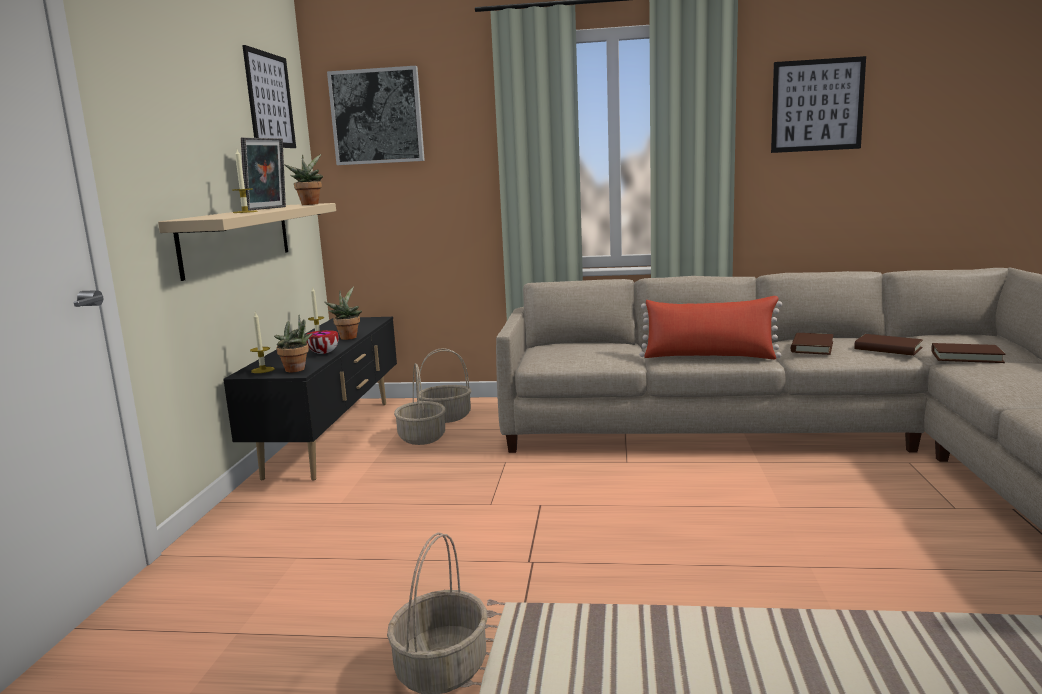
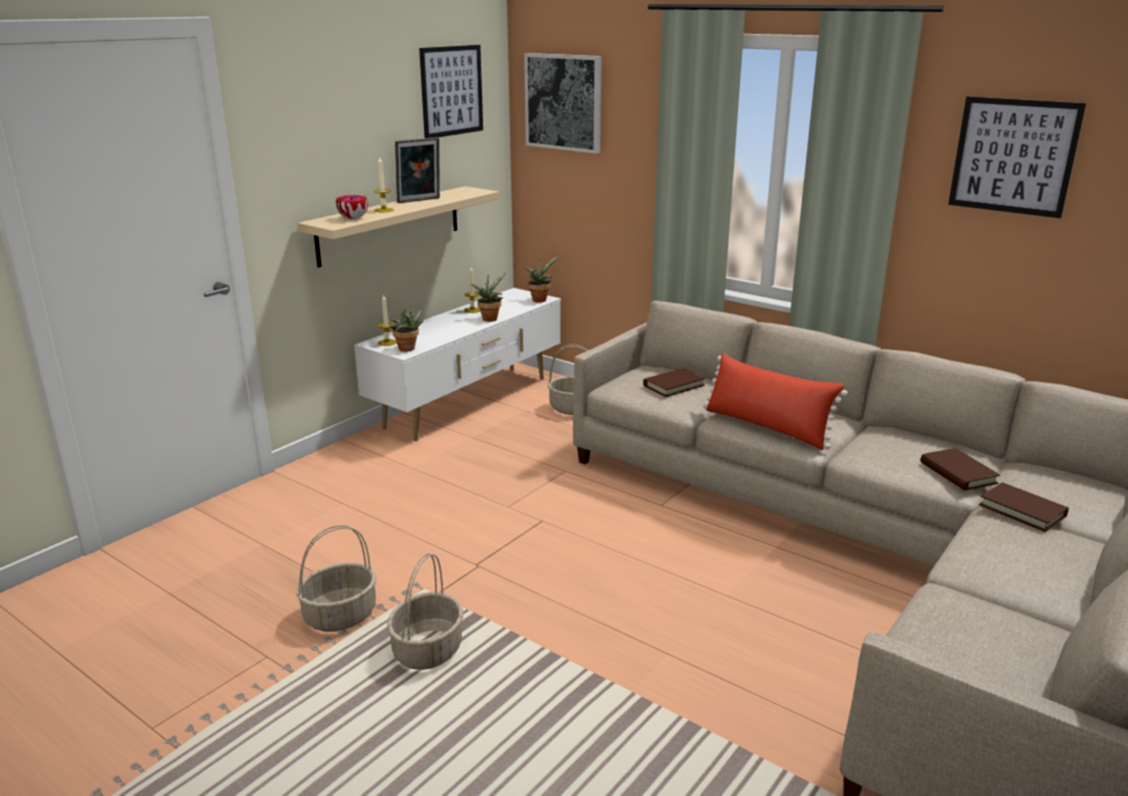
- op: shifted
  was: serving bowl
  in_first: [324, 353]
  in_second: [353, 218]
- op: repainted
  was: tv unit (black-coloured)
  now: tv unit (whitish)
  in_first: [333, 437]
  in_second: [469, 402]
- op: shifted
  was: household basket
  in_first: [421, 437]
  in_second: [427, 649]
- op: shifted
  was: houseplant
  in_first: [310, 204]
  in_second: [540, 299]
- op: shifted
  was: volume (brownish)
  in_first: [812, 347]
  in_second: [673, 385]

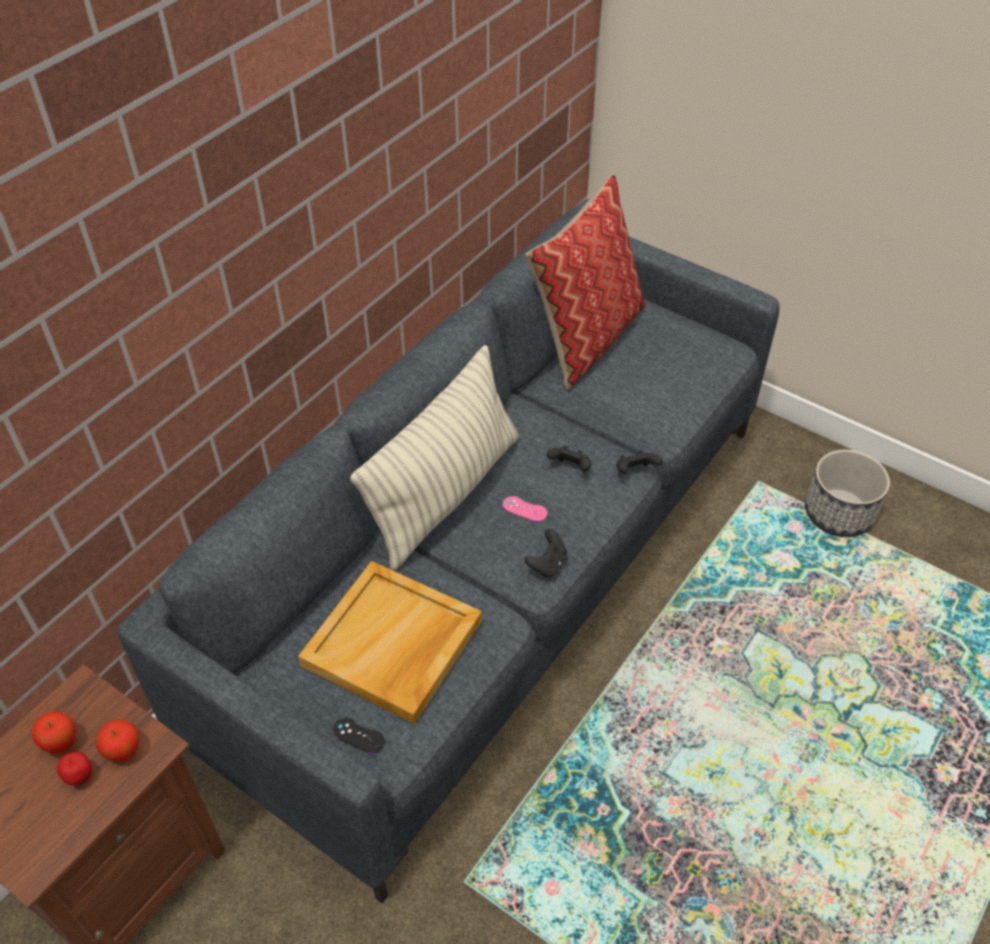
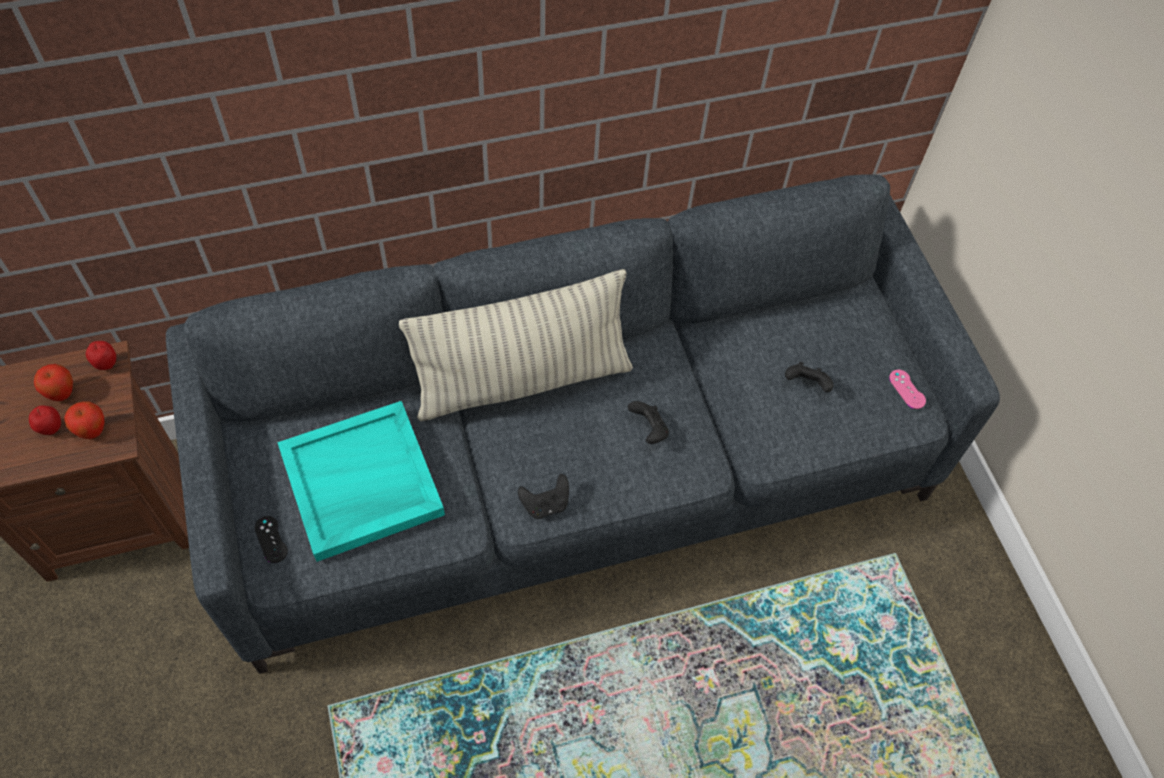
- op: new
  now: apple
  in_second: [106, 364]
- op: repainted
  was: tray (beige)
  now: tray (turquoise)
  in_first: [393, 645]
  in_second: [360, 484]
- op: shifted
  was: gamepad (black-coloured)
  in_first: [635, 472]
  in_second: [806, 384]
- op: shifted
  was: gamepad (pink-coloured)
  in_first: [524, 509]
  in_second: [907, 389]
- op: gone
  was: pillow
  in_first: [586, 337]
- op: gone
  was: flower pot
  in_first: [839, 513]

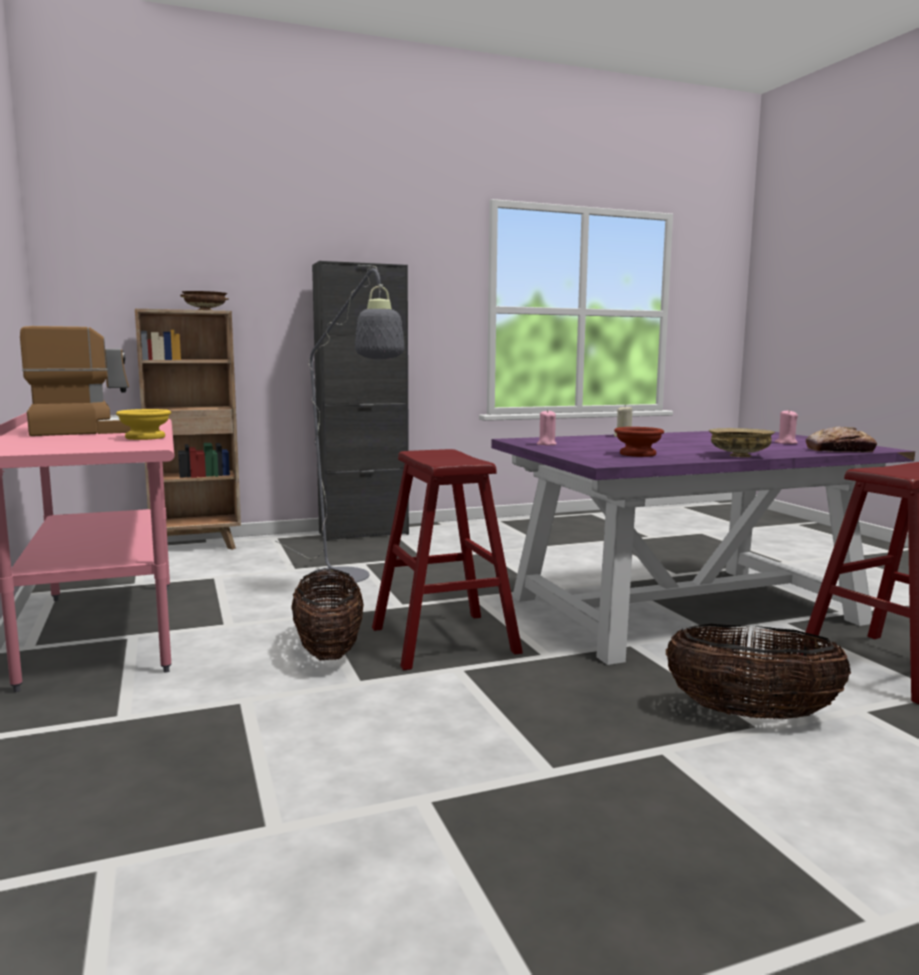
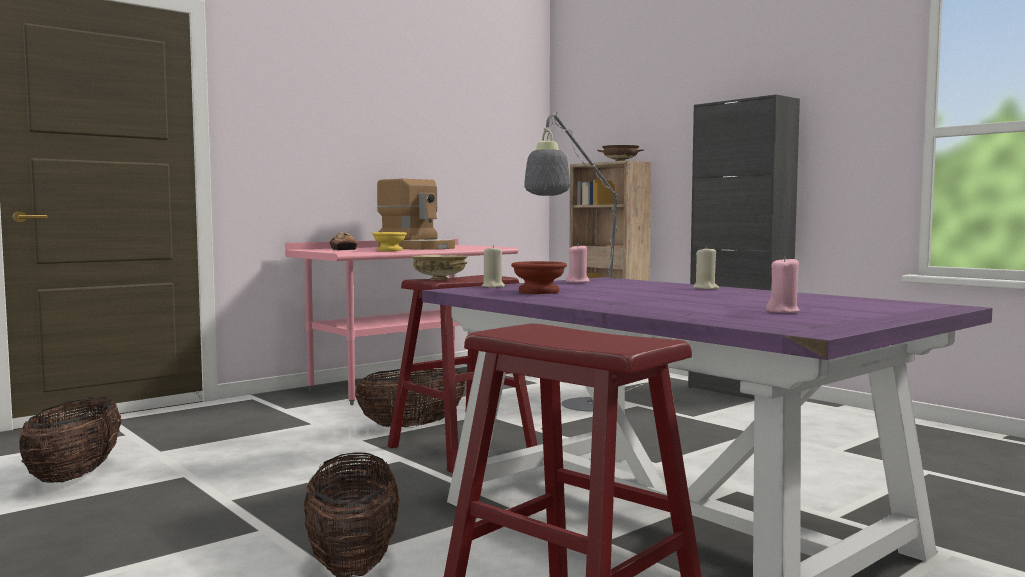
- op: new
  now: household basket
  in_second: [75, 476]
- op: shifted
  was: bread
  in_first: [839, 450]
  in_second: [343, 249]
- op: shifted
  was: serving bowl (beige)
  in_first: [739, 456]
  in_second: [439, 279]
- op: new
  now: candle (beige)
  in_second: [493, 286]

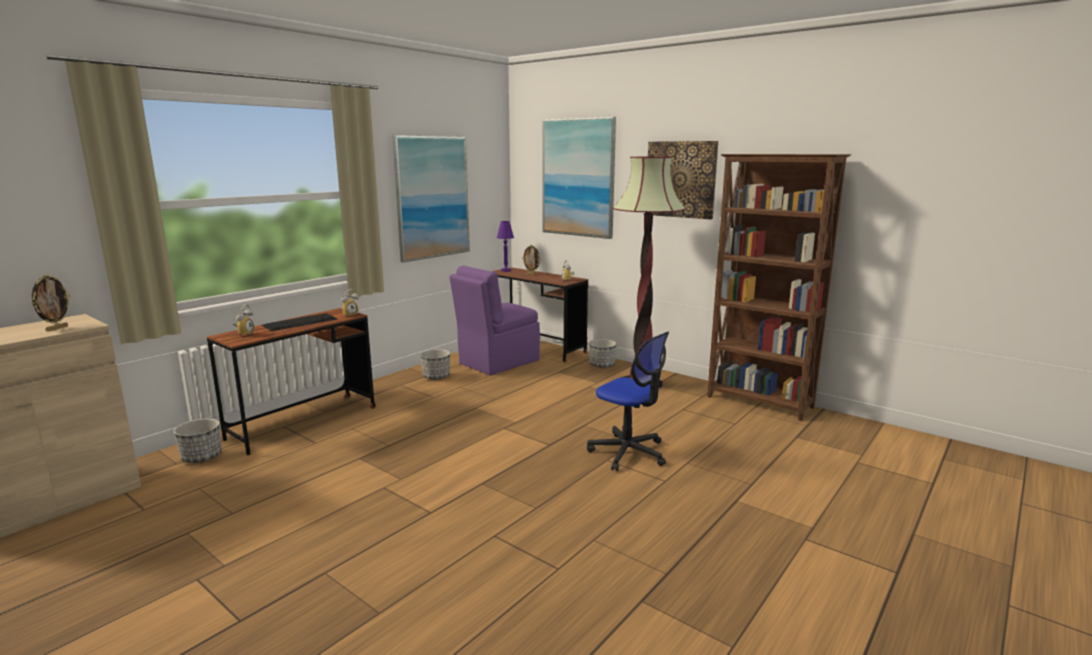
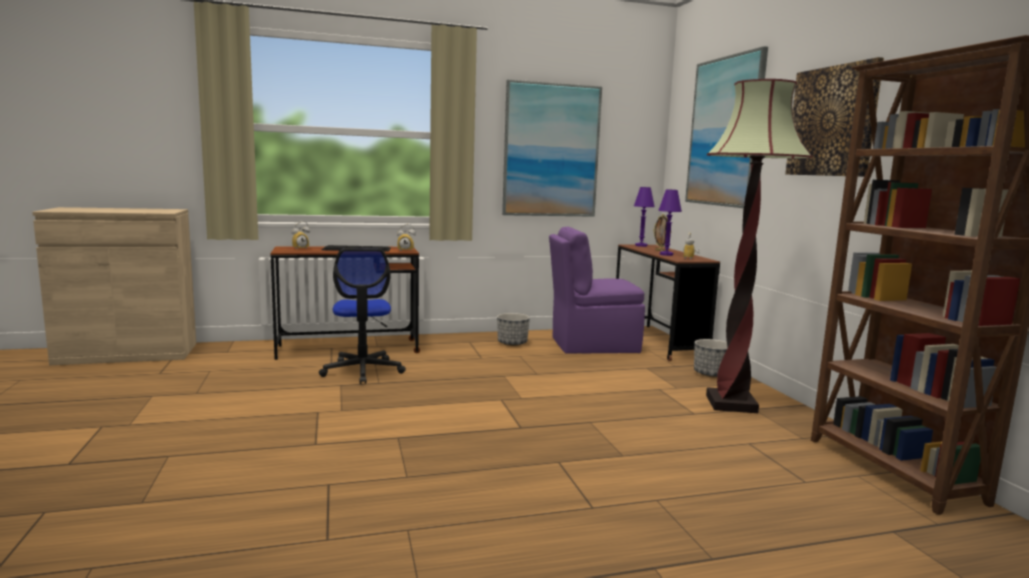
- op: shifted
  was: office chair
  in_first: [628, 452]
  in_second: [362, 371]
- op: new
  now: table lamp (purplish)
  in_second: [666, 254]
- op: gone
  was: photo frame
  in_first: [56, 328]
- op: gone
  was: flower pot
  in_first: [202, 457]

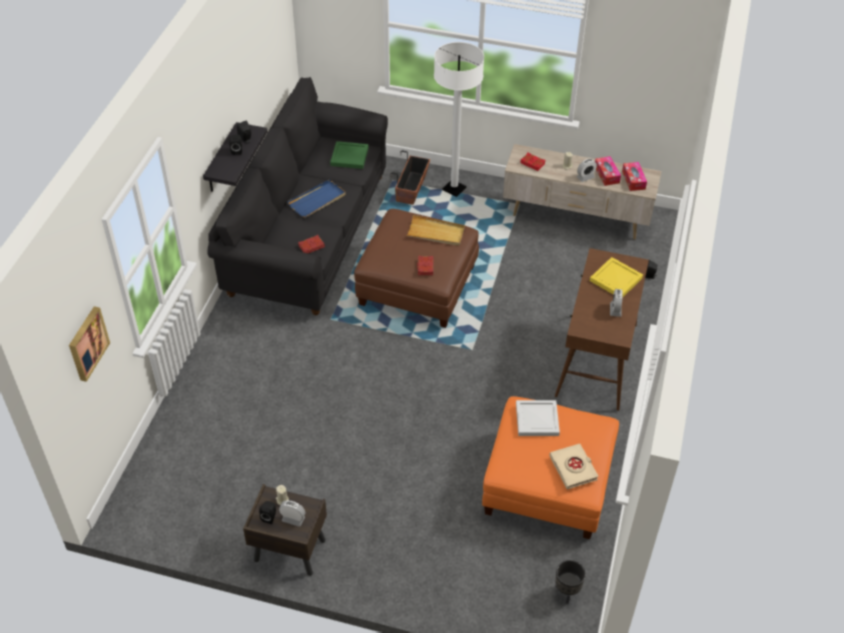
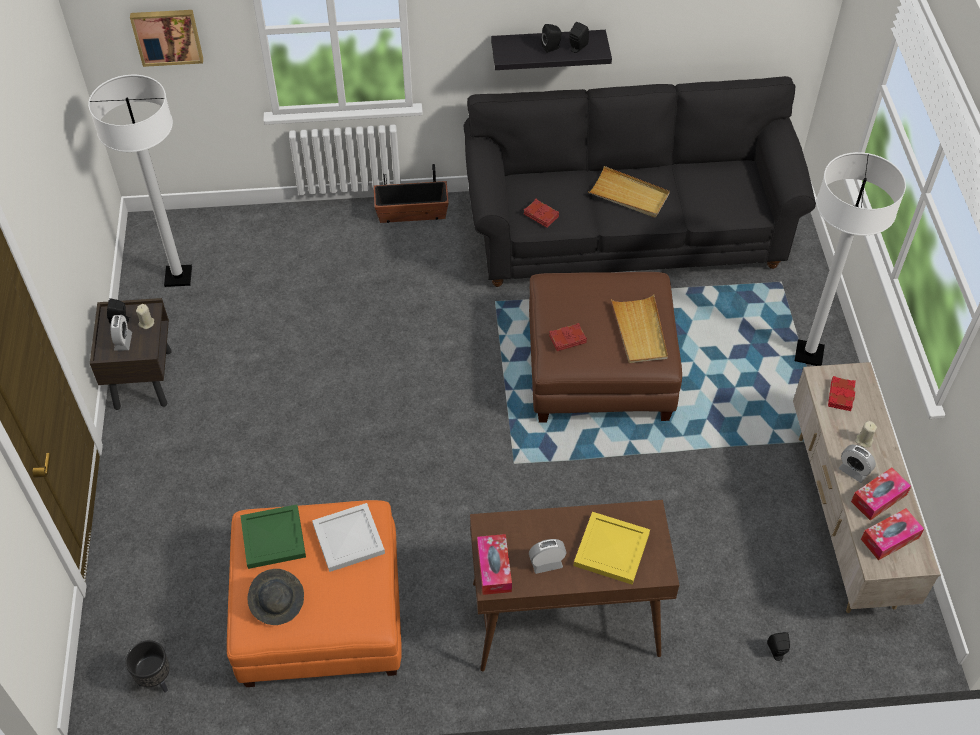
- op: new
  now: standing lamp (whitish)
  in_second: [178, 277]
- op: shifted
  was: tray (green-coloured)
  in_first: [350, 157]
  in_second: [272, 539]
- op: swapped
  was: volume (beige)
  now: wearable hat (grey)
  in_first: [573, 468]
  in_second: [278, 603]
- op: shifted
  was: flower pot
  in_first: [412, 188]
  in_second: [412, 213]
- op: new
  now: box of tissues
  in_second: [494, 568]
- op: repainted
  was: tray (blue-coloured)
  now: tray (beige)
  in_first: [317, 200]
  in_second: [629, 195]

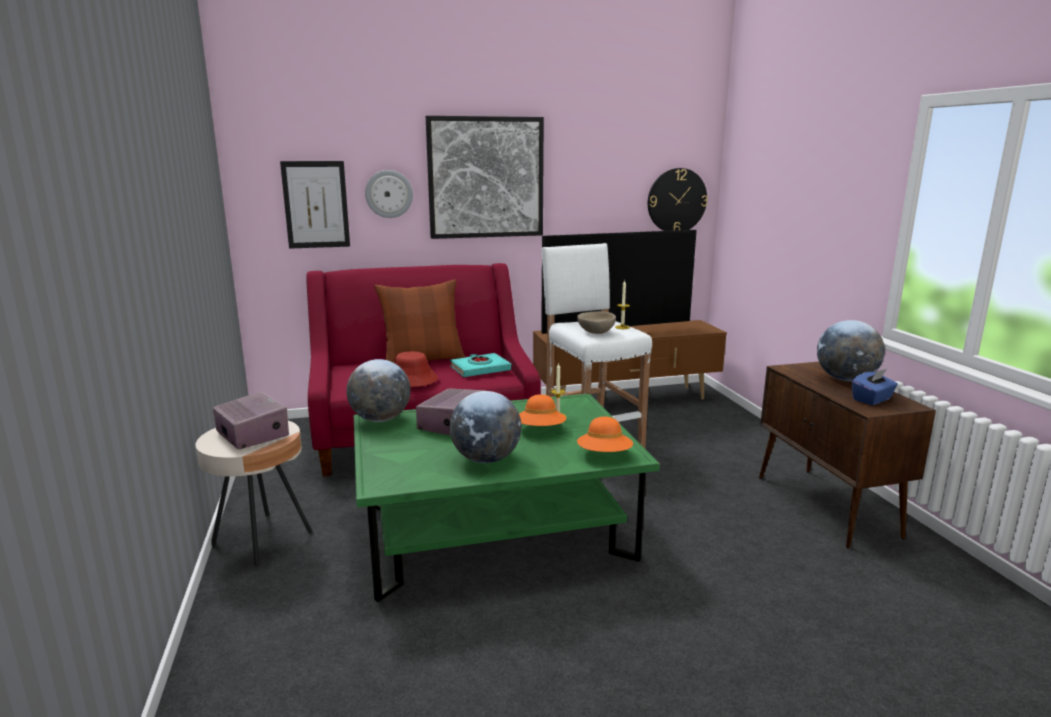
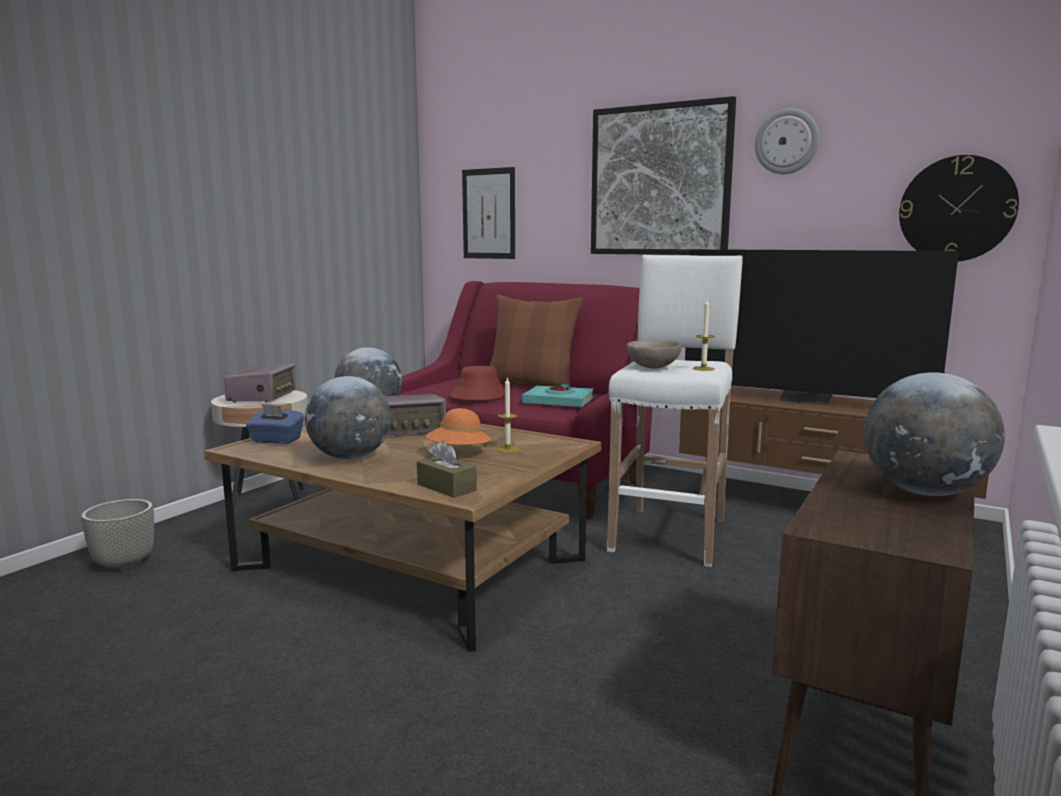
- op: new
  now: flower pot (grey)
  in_second: [123, 564]
- op: repainted
  was: low table (green-coloured)
  now: low table (brownish)
  in_first: [495, 531]
  in_second: [411, 564]
- op: shifted
  was: box of tissues (blue-coloured)
  in_first: [872, 400]
  in_second: [276, 440]
- op: swapped
  was: wearable hat (orangey)
  now: box of tissues (brownish)
  in_first: [604, 455]
  in_second: [446, 487]
- op: shifted
  was: clock on the wall
  in_first: [389, 194]
  in_second: [786, 142]

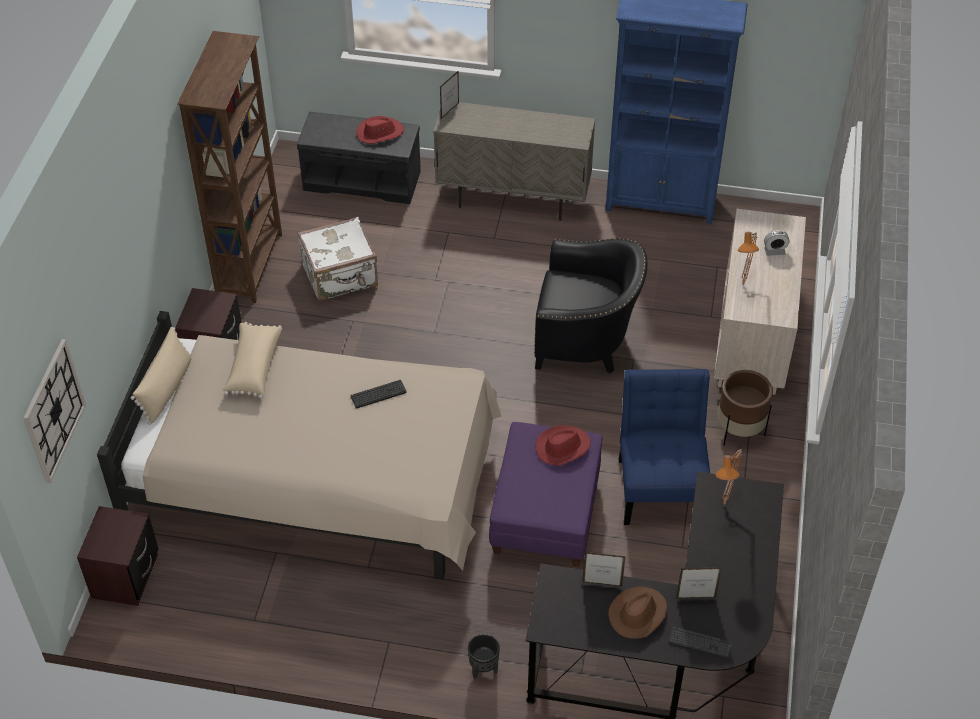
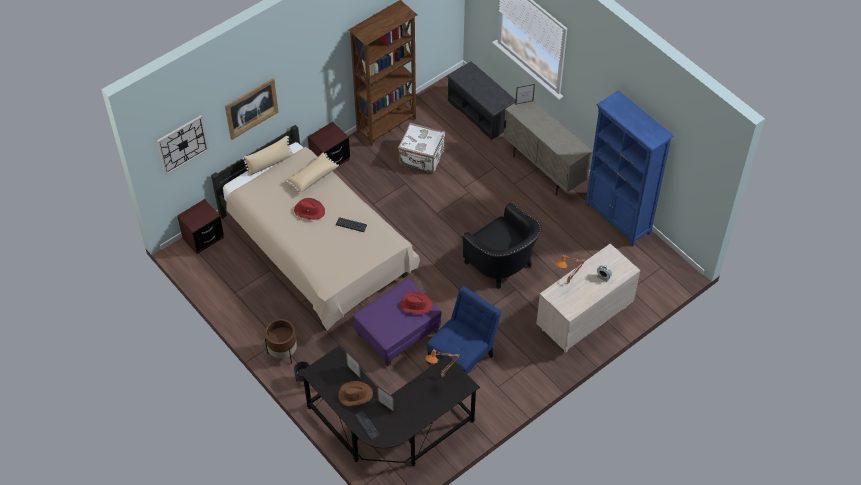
- op: new
  now: wall art
  in_second: [251, 108]
- op: shifted
  was: flower pot (brownish)
  in_first: [739, 430]
  in_second: [283, 352]
- op: shifted
  was: wearable hat (red-coloured)
  in_first: [379, 132]
  in_second: [309, 210]

